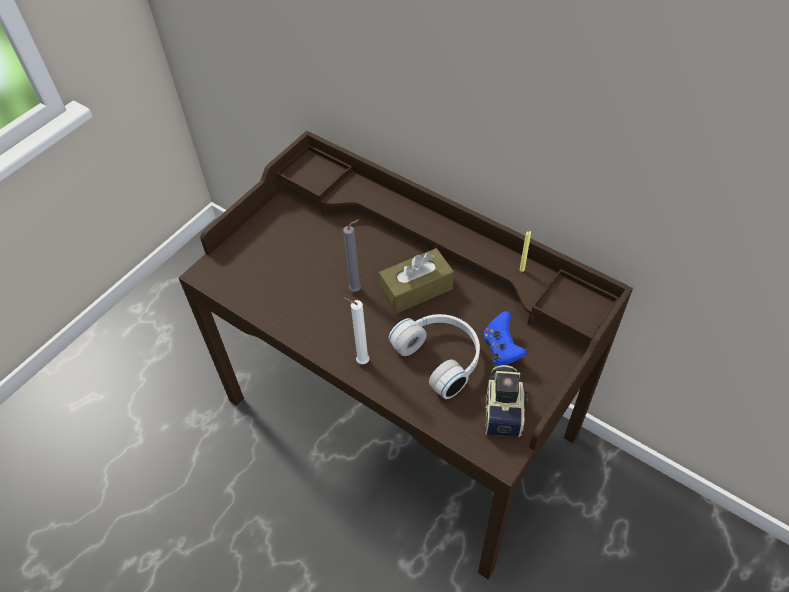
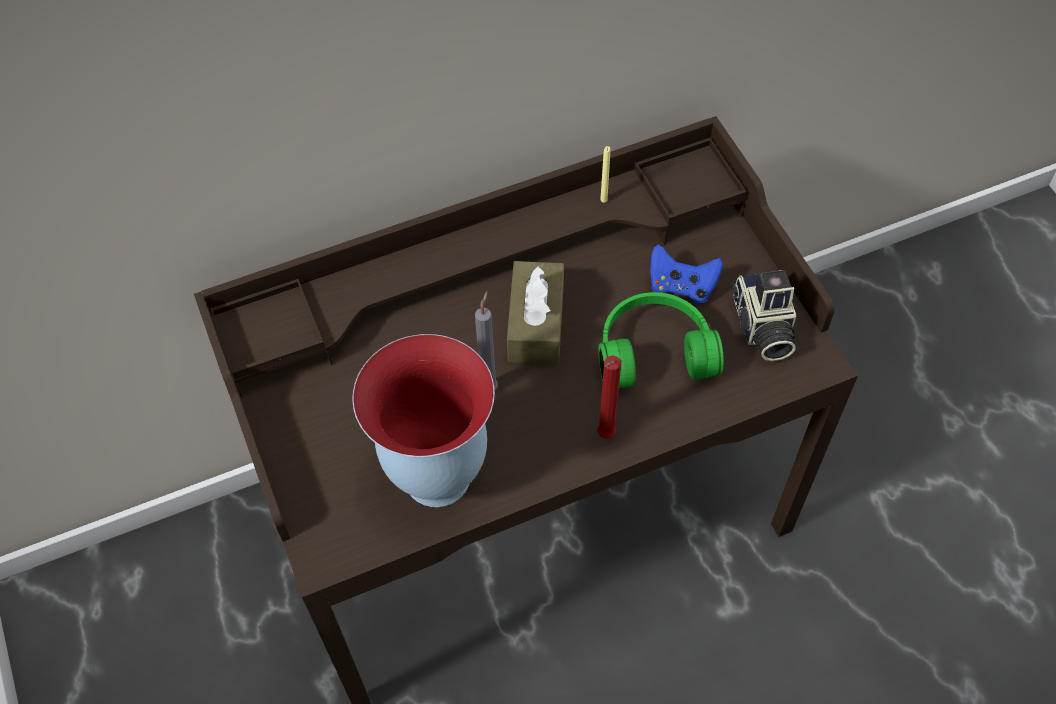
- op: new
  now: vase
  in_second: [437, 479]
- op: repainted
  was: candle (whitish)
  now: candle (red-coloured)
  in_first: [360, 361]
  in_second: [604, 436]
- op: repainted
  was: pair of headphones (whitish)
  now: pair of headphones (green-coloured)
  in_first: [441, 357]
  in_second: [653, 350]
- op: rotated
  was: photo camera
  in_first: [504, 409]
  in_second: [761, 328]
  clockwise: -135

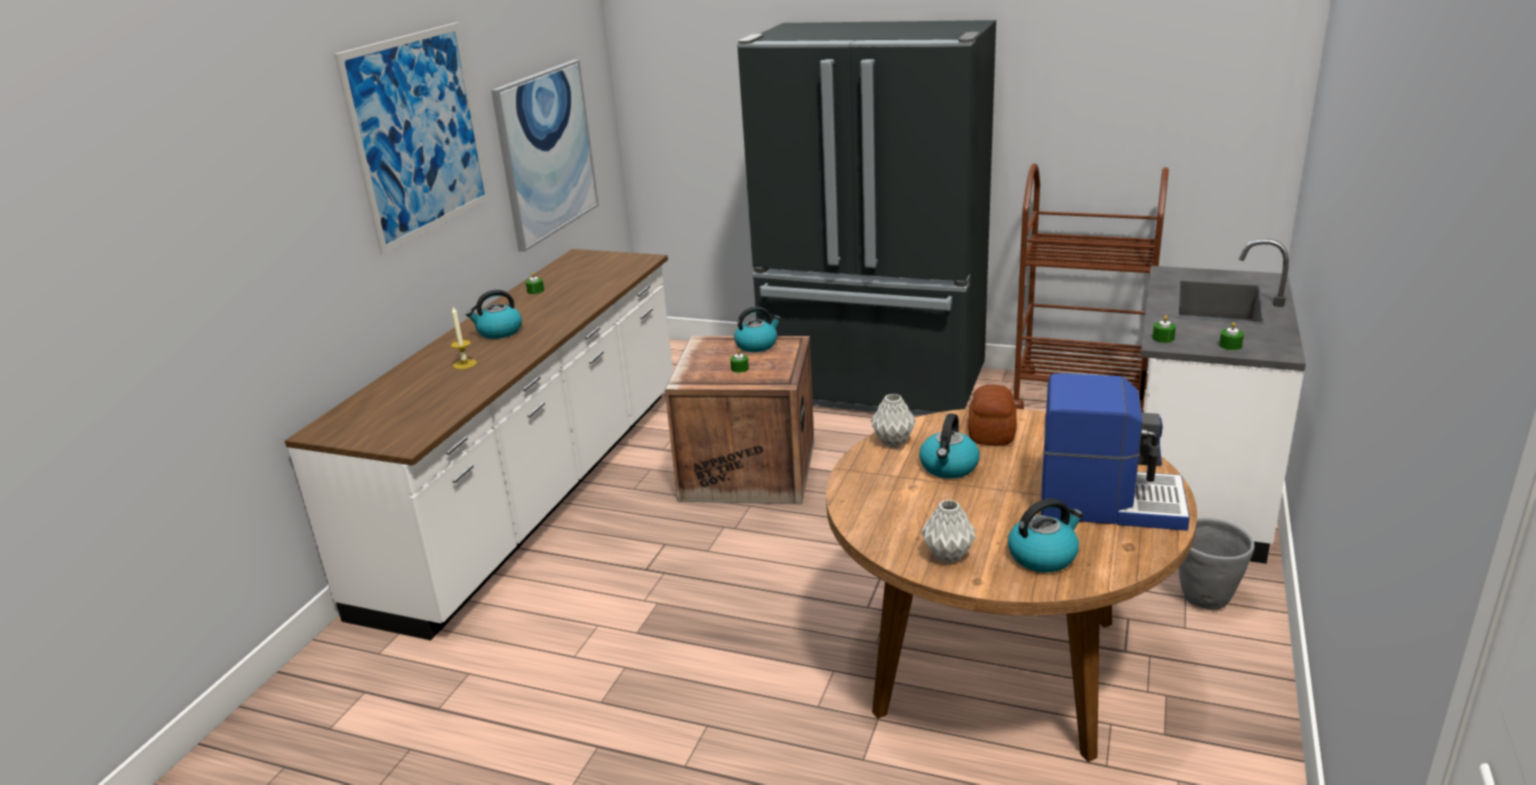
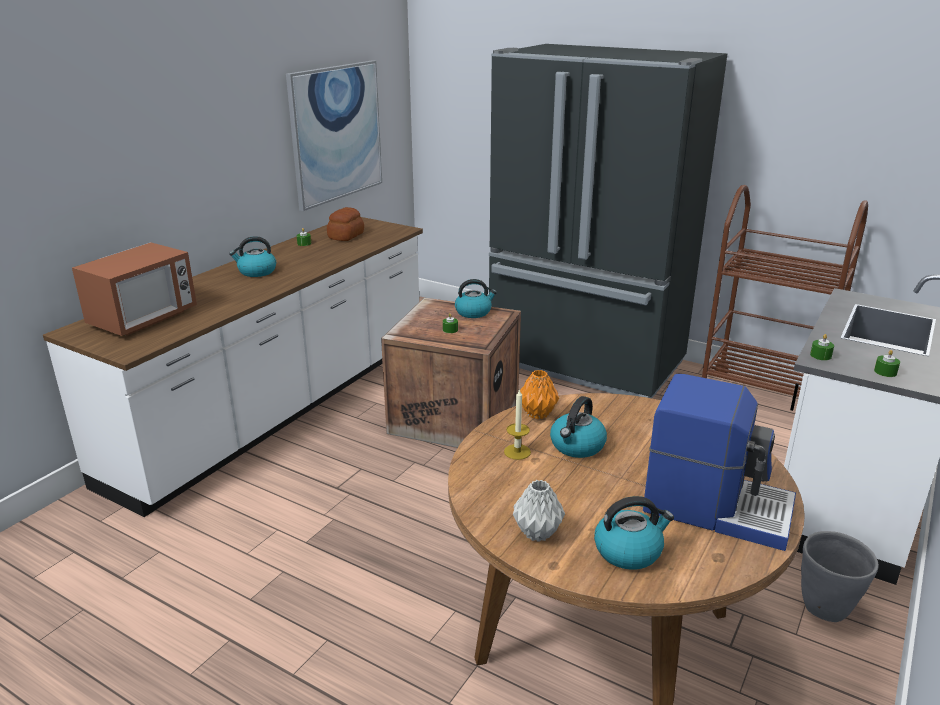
- op: new
  now: microwave oven
  in_second: [143, 319]
- op: shifted
  was: bread
  in_first: [992, 432]
  in_second: [346, 236]
- op: shifted
  was: candle
  in_first: [465, 364]
  in_second: [517, 452]
- op: repainted
  was: vase (grey)
  now: vase (orangey)
  in_first: [894, 442]
  in_second: [538, 414]
- op: gone
  was: wall art
  in_first: [419, 134]

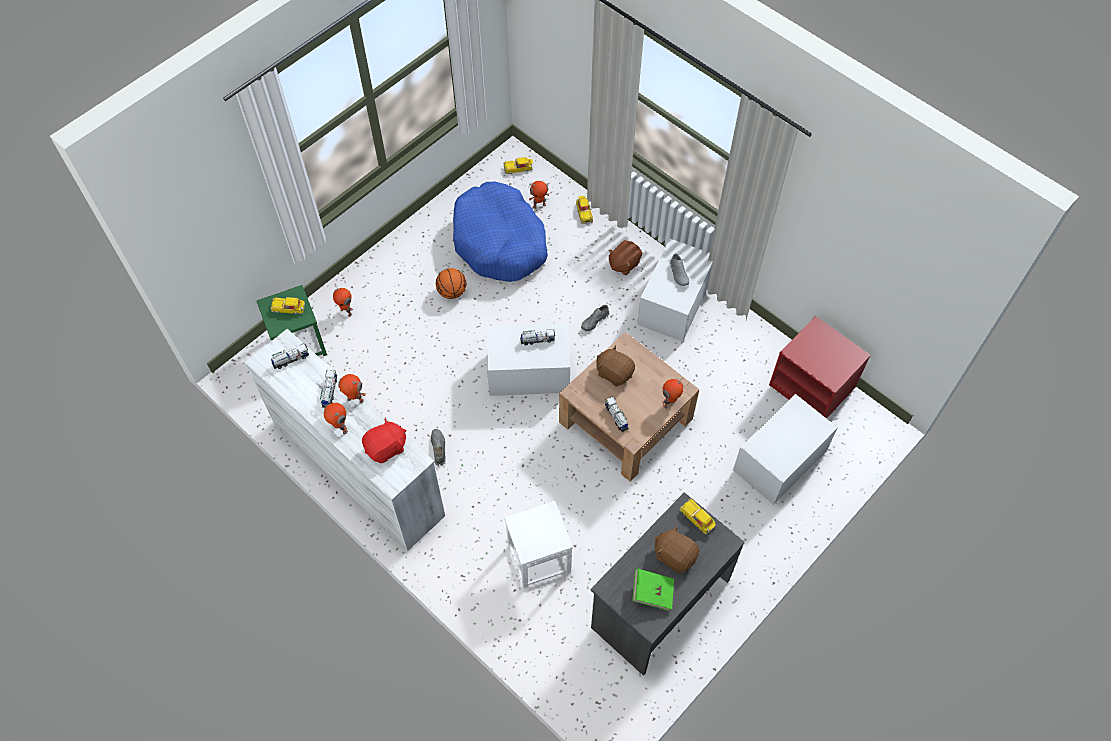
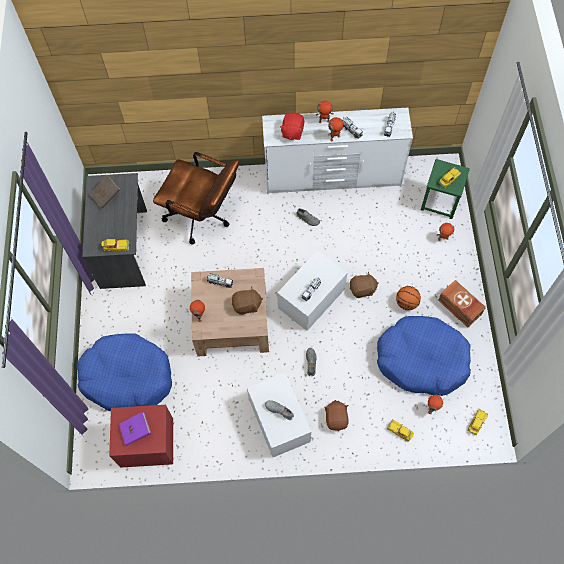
- op: swapped
  was: storage container (whitish)
  now: dog bed (blue-coloured)
  in_first: [779, 461]
  in_second: [127, 377]
- op: repainted
  was: volume (green-coloured)
  now: volume (brownish)
  in_first: [652, 593]
  in_second: [106, 195]
- op: new
  now: volume (purplish)
  in_second: [136, 430]
- op: swapped
  was: stool (whitish)
  now: office chair (brownish)
  in_first: [539, 557]
  in_second: [203, 217]
- op: shifted
  was: soft toy (brownish)
  in_first: [675, 555]
  in_second: [362, 289]
- op: new
  now: storage container (brownish)
  in_second: [459, 308]

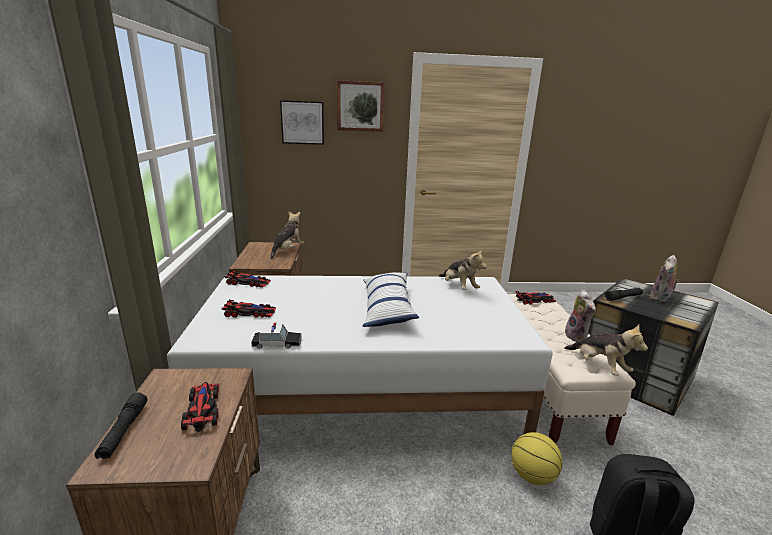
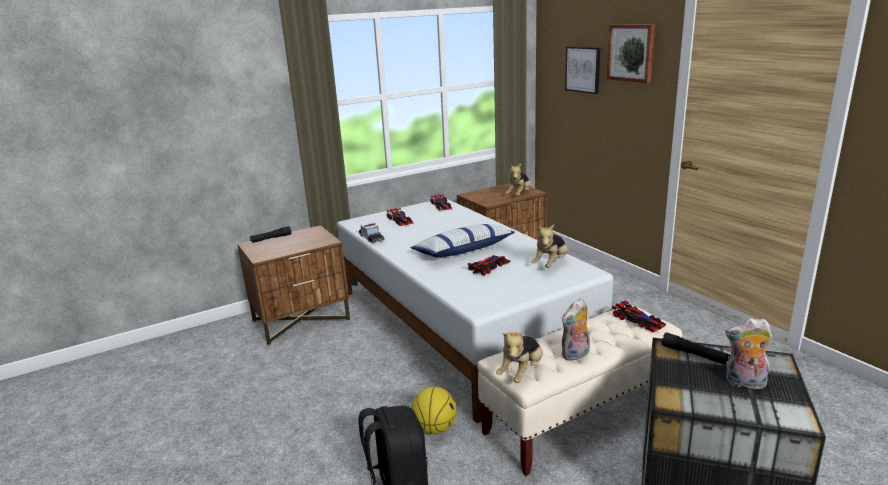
- op: shifted
  was: model car
  in_first: [202, 408]
  in_second: [489, 267]
- op: rotated
  was: soft toy
  in_first: [287, 251]
  in_second: [519, 195]
  clockwise: 120

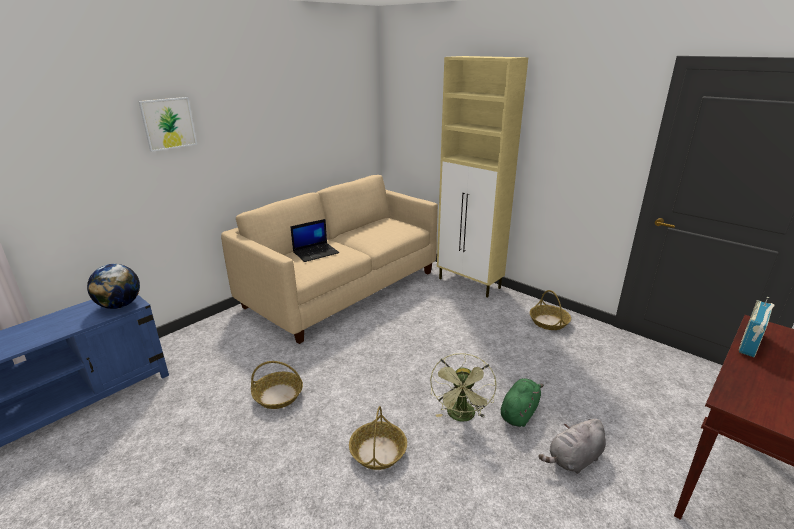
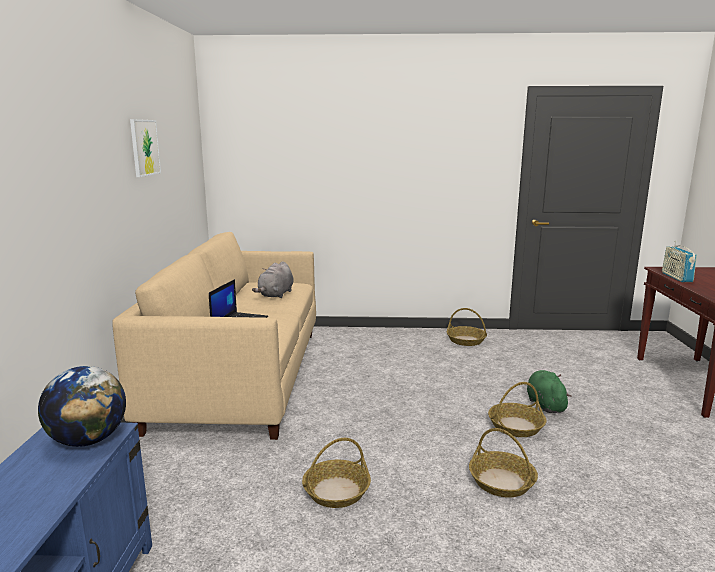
- op: shifted
  was: wall art
  in_first: [168, 123]
  in_second: [144, 147]
- op: shifted
  was: soft toy (grey)
  in_first: [573, 459]
  in_second: [276, 295]
- op: swapped
  was: fan (green-coloured)
  now: household basket
  in_first: [462, 417]
  in_second: [516, 426]
- op: gone
  was: storage cabinet (beige)
  in_first: [470, 284]

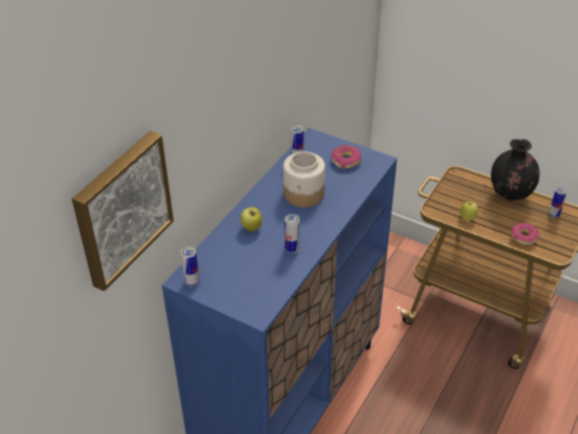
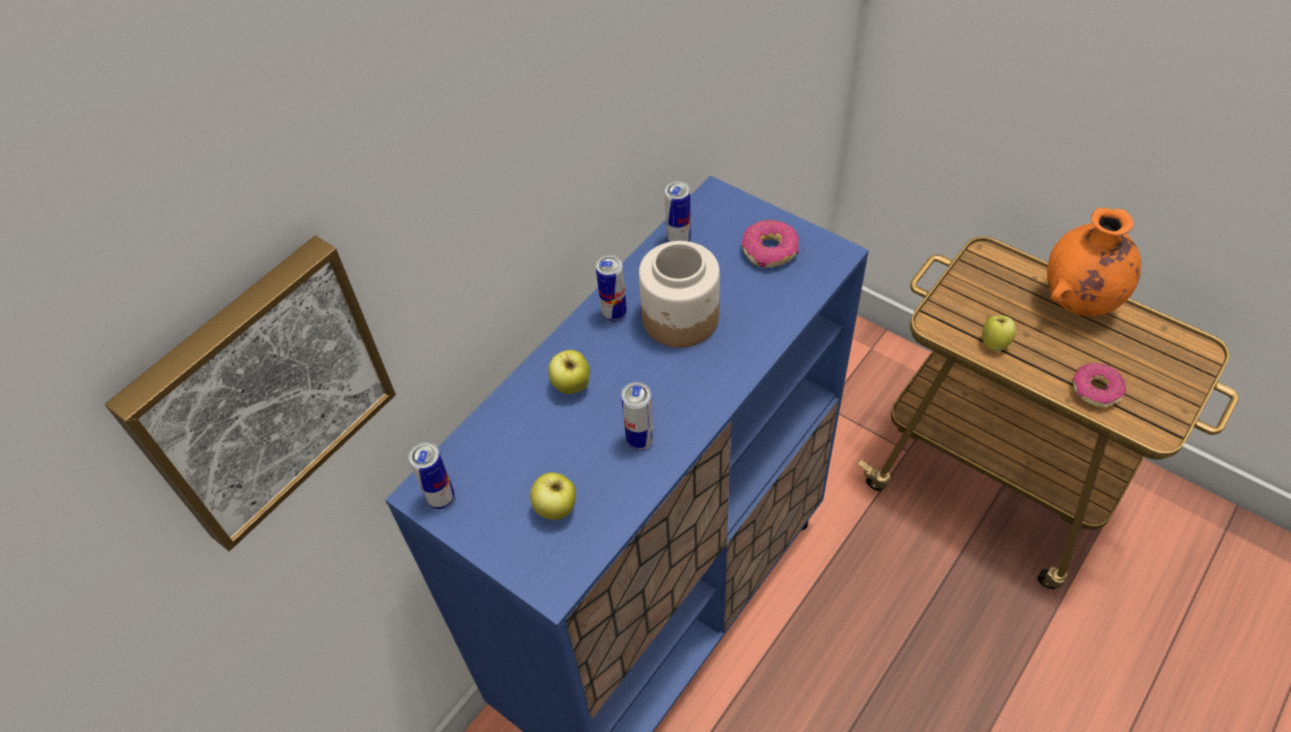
- op: new
  now: apple
  in_second: [556, 509]
- op: shifted
  was: sealed can
  in_first: [554, 215]
  in_second: [614, 314]
- op: repainted
  was: vase (black-coloured)
  now: vase (orangey)
  in_first: [510, 196]
  in_second: [1078, 303]

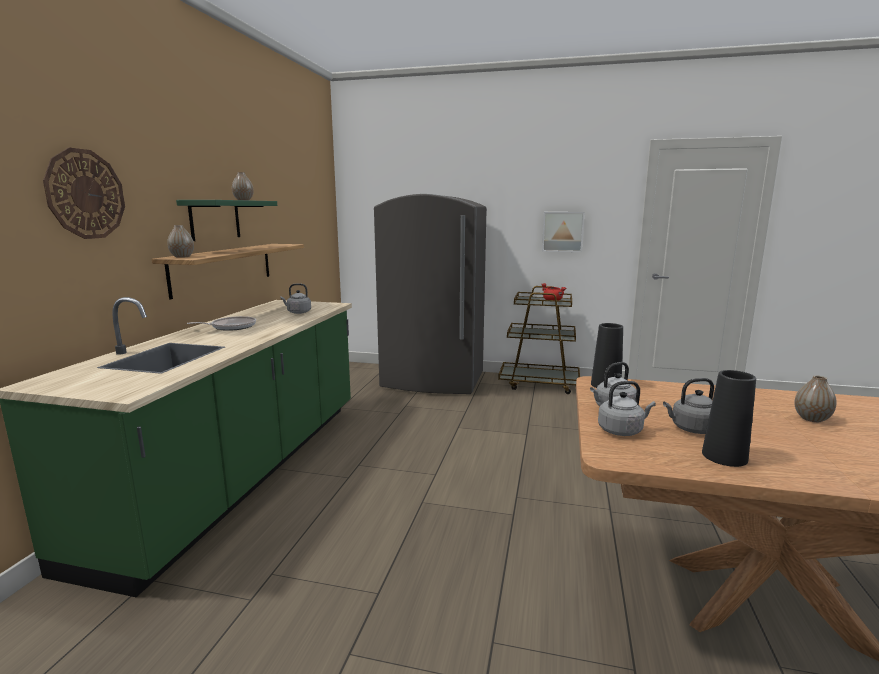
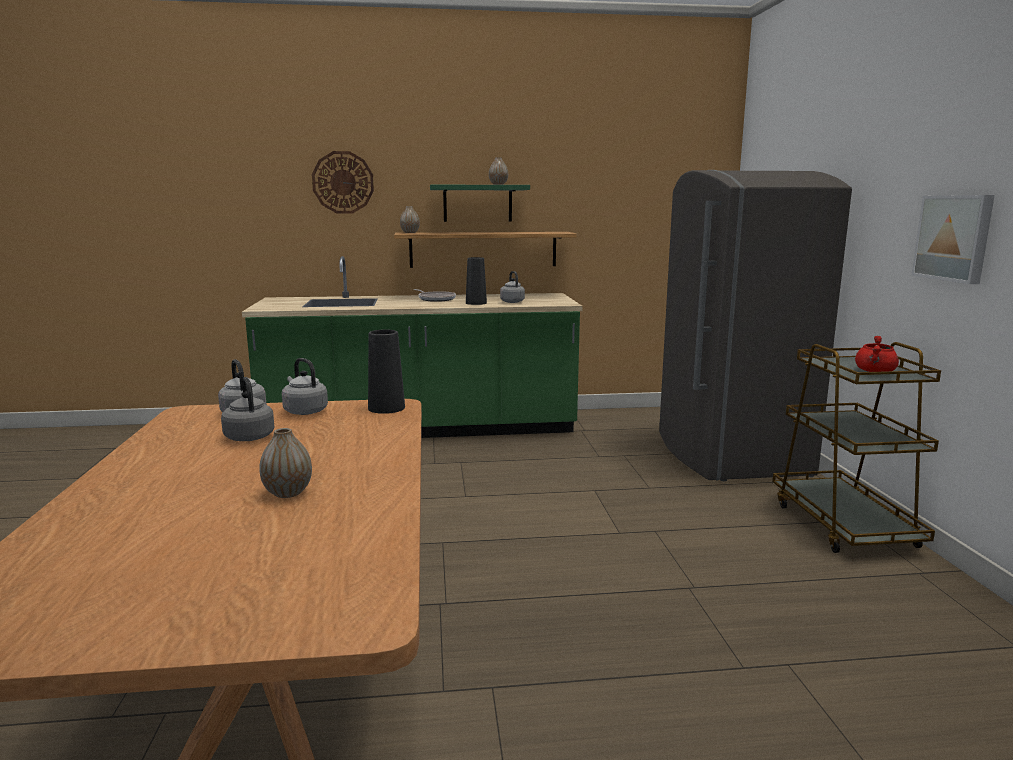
- op: shifted
  was: vase (black-coloured)
  in_first: [724, 456]
  in_second: [476, 303]

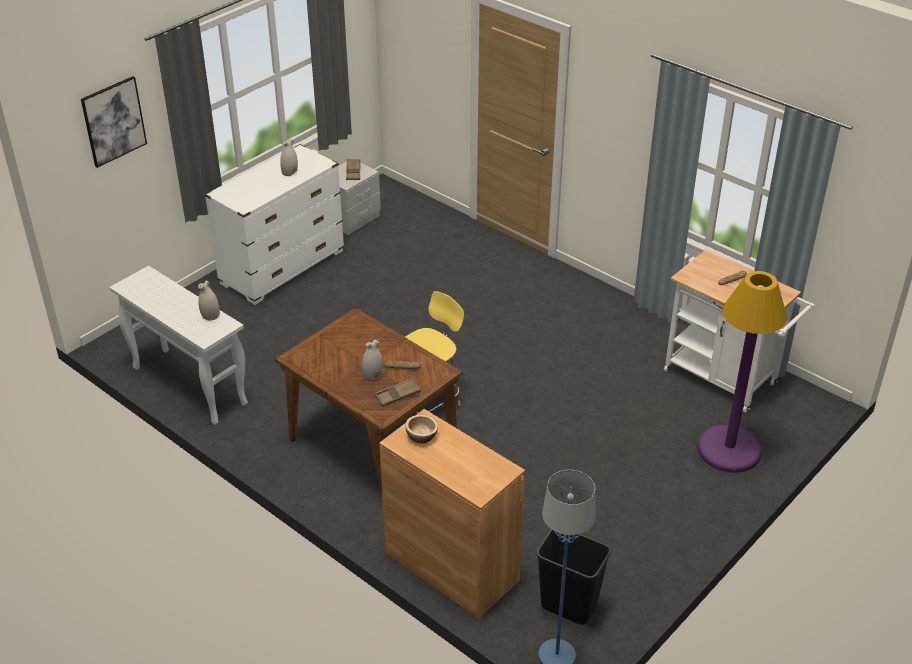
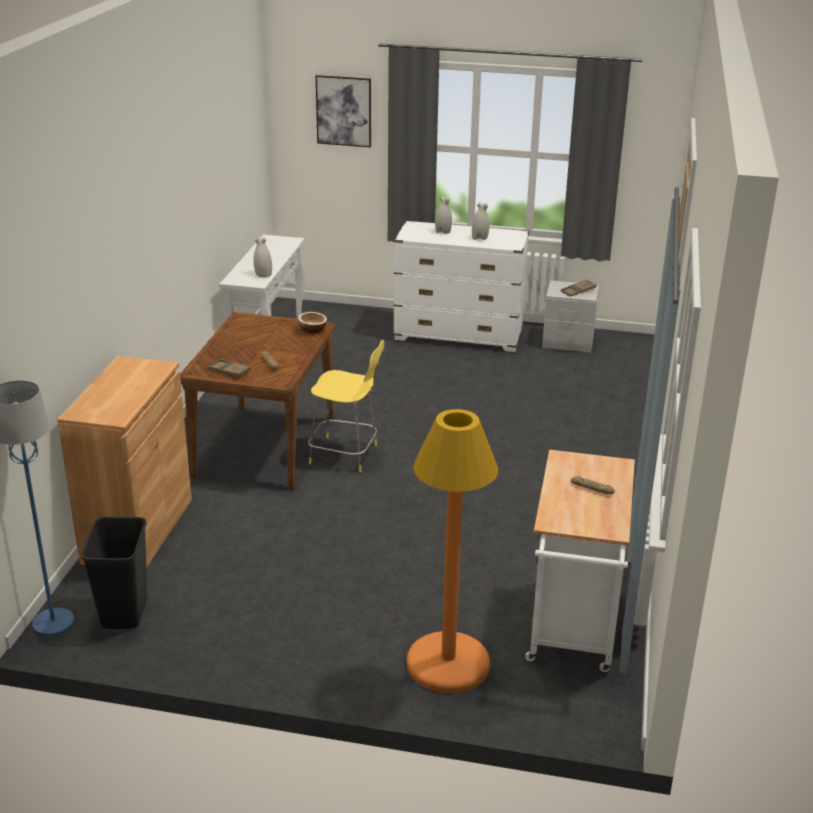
- op: shifted
  was: serving bowl
  in_first: [421, 436]
  in_second: [312, 330]
- op: repainted
  was: standing lamp (purplish)
  now: standing lamp (orangey)
  in_first: [729, 450]
  in_second: [448, 664]
- op: shifted
  was: vase (whitish)
  in_first: [373, 375]
  in_second: [443, 232]

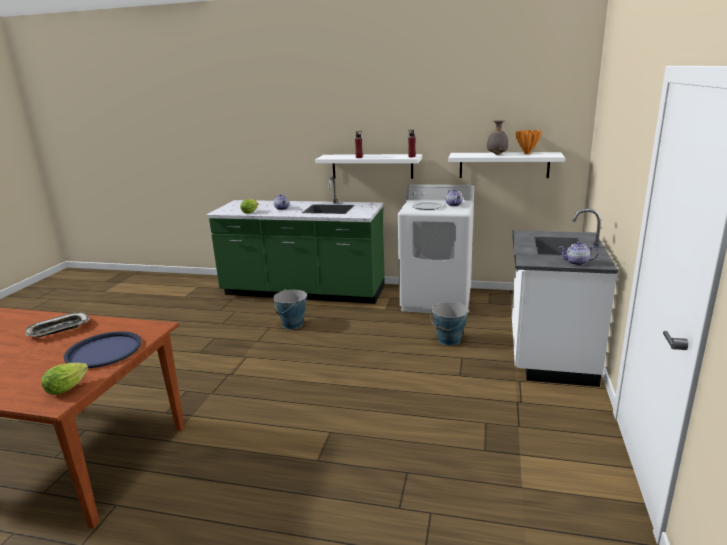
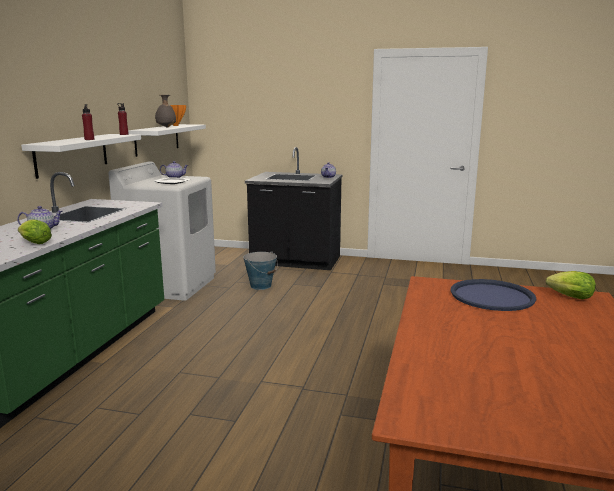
- op: repainted
  was: kitchen counter (whitish)
  now: kitchen counter (black-coloured)
  in_first: [548, 354]
  in_second: [295, 261]
- op: gone
  was: tray
  in_first: [58, 329]
- op: gone
  was: pail
  in_first: [292, 324]

